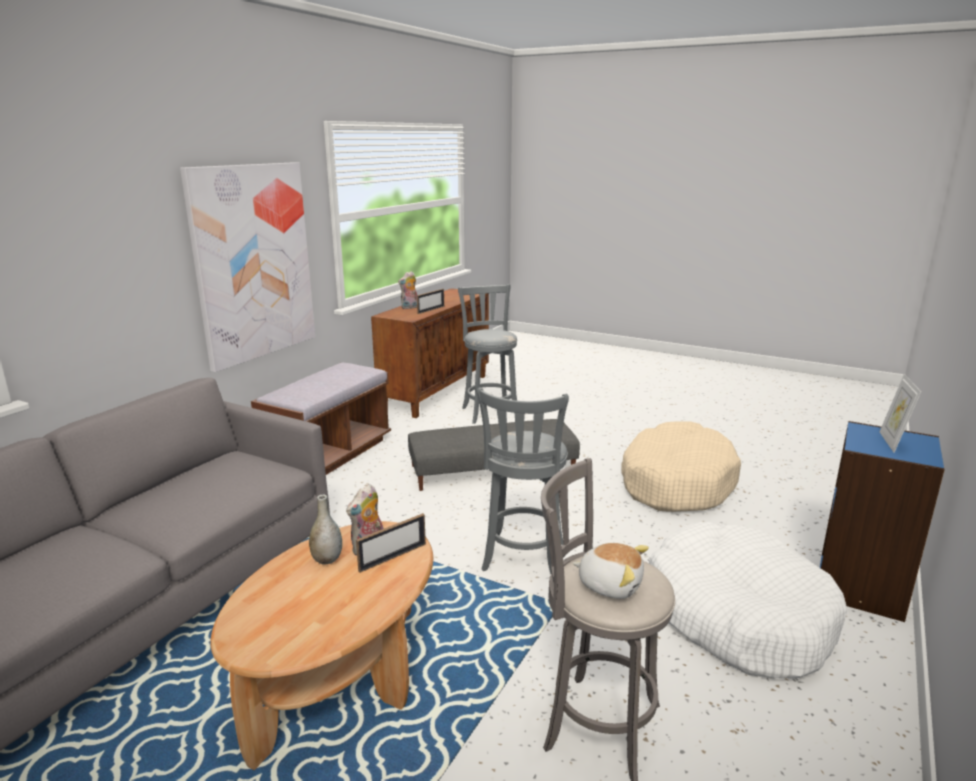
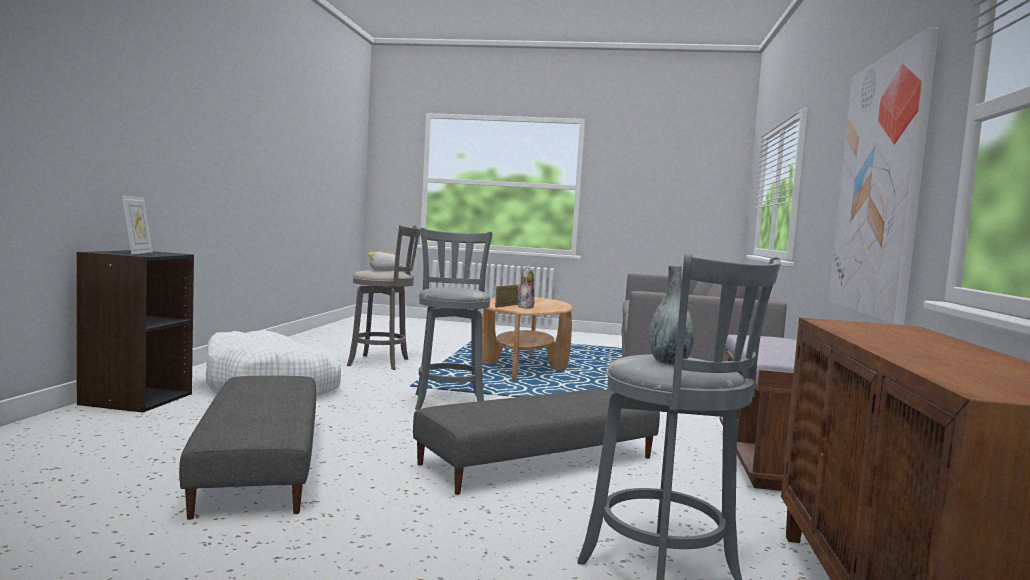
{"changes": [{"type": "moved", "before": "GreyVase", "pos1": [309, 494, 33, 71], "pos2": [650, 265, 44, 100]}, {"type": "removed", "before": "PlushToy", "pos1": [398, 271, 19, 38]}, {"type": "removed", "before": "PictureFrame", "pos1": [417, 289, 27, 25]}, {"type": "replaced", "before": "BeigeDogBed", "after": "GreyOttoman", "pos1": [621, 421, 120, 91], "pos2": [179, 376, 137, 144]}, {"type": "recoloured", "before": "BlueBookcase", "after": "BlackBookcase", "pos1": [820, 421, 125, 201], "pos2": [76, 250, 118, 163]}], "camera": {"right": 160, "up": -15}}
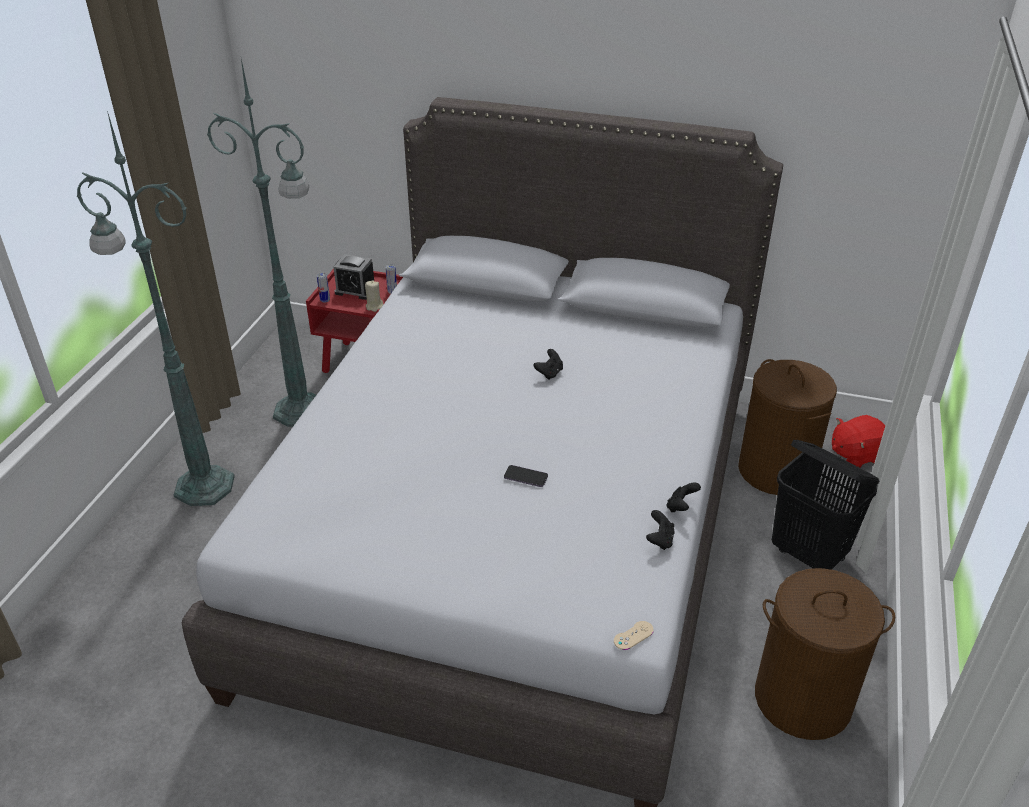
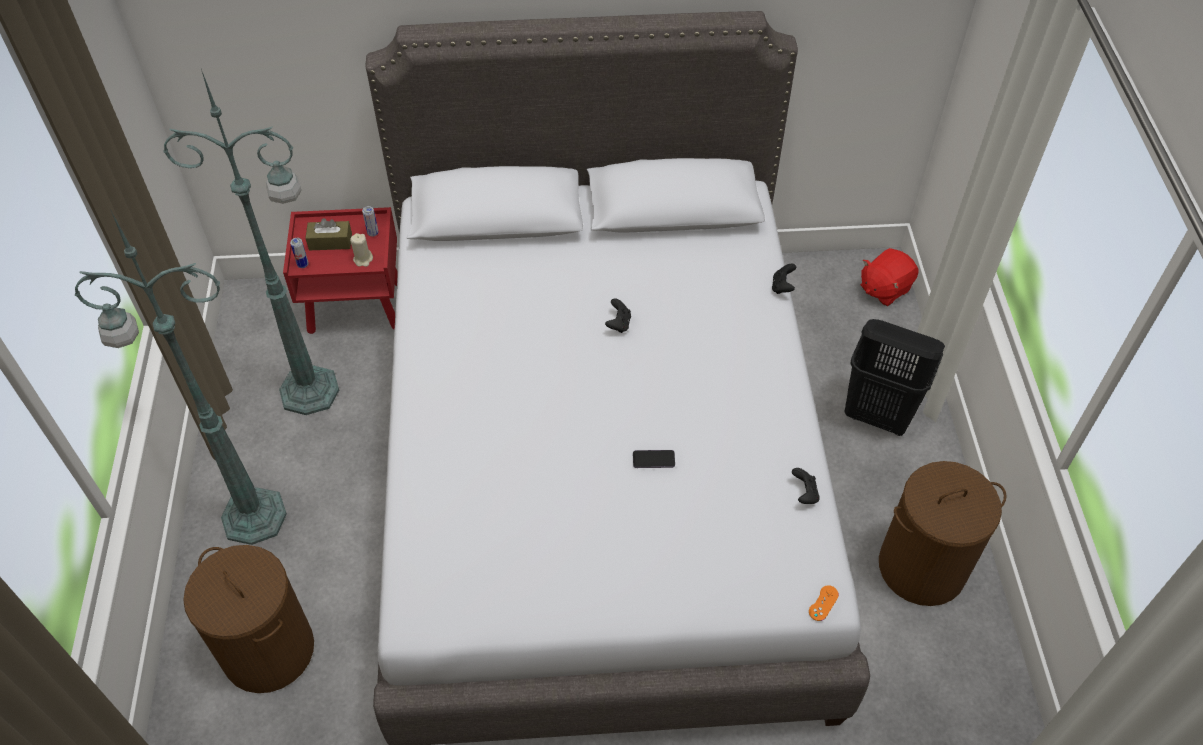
{"changes": [{"type": "replaced", "before": "AlarmClock", "after": "BrownTissueBox", "pos1": [333, 254, 41, 46], "pos2": [306, 218, 46, 32]}, {"type": "recoloured", "before": "BeigeGameController", "after": "OrangeGameController", "pos1": [614, 621, 40, 29], "pos2": [809, 585, 30, 36]}, {"type": "moved", "before": "BlackGameController", "pos1": [666, 483, 35, 29], "pos2": [772, 264, 25, 30]}, {"type": "moved", "before": "BrownLaundryBasket", "pos1": [738, 359, 99, 136], "pos2": [183, 545, 131, 148]}], "camera": {"right": -20, "up": 15}}
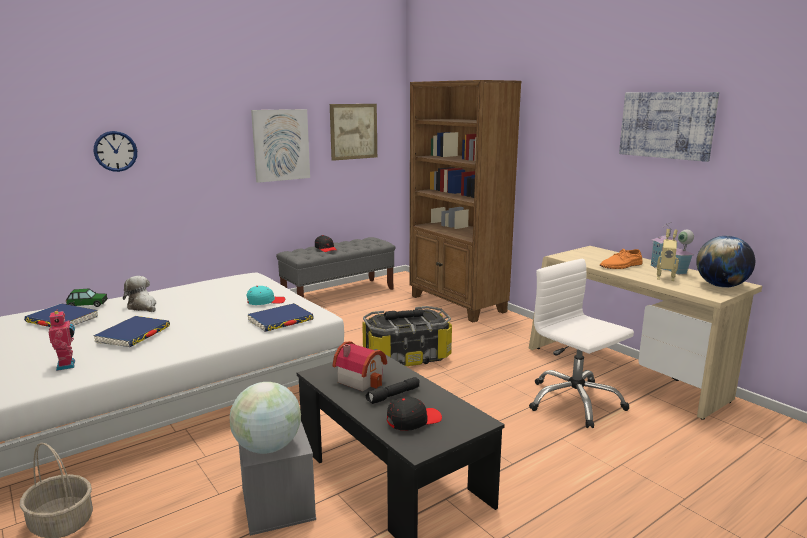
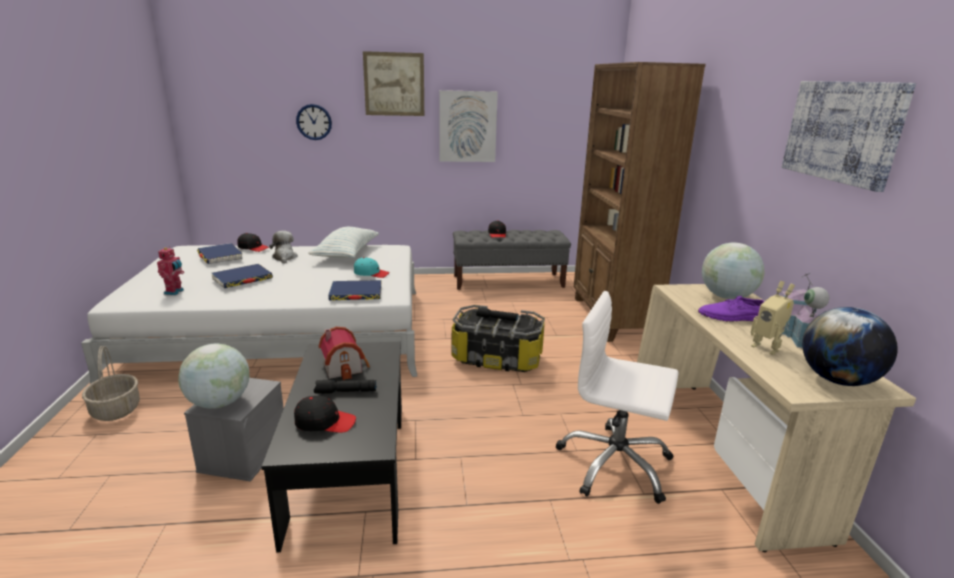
{"changes": [{"type": "replaced", "before": "ToyCar", "after": "BlackCap", "pos1": [66, 289, 42, 18], "pos2": [237, 233, 33, 19]}, {"type": "moved", "before": "Picture", "pos1": [330, 104, 47, 57], "pos2": [363, 51, 61, 65]}, {"type": "turned", "before": "WhiteOfficeChair", "pos1": [529, 259, 105, 169], "pos2": [555, 291, 123, 213], "turn": -60}, {"type": "recoloured", "before": "OrangeShoe", "after": "PurpleShoe", "pos1": [600, 249, 43, 20], "pos2": [698, 296, 67, 26]}, {"type": "added", "after": "Pillow", "pos2": [308, 227, 71, 31]}, {"type": "added", "after": "Globe", "pos2": [702, 242, 62, 57]}], "camera": {"right": 30, "up": 5}}
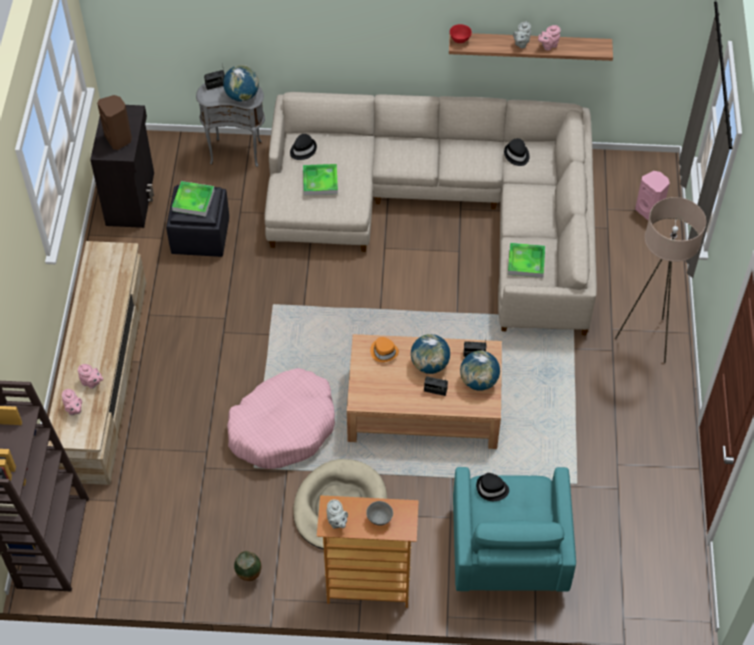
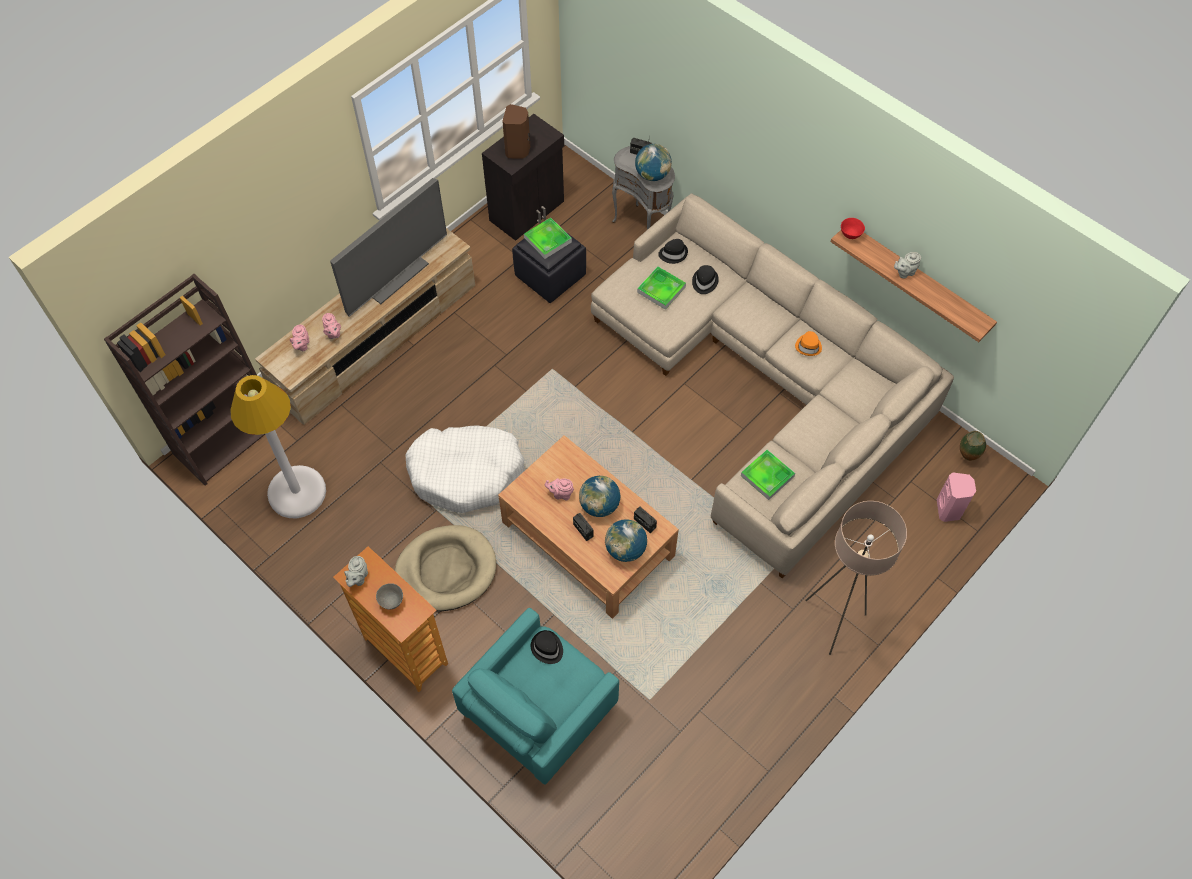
{"changes": [{"type": "recoloured", "before": "PinkDogBed", "after": "WhiteDogBed", "pos1": [227, 368, 108, 101], "pos2": [406, 426, 119, 87]}, {"type": "moved", "before": "Vase", "pos1": [234, 551, 28, 30], "pos2": [960, 431, 26, 30]}, {"type": "moved", "before": "OrangeHat", "pos1": [370, 337, 29, 25], "pos2": [795, 331, 27, 25]}, {"type": "moved", "before": "BlackHat", "pos1": [504, 138, 26, 28], "pos2": [692, 265, 27, 29]}, {"type": "moved", "before": "PinkTeapot", "pos1": [538, 25, 23, 26], "pos2": [545, 478, 29, 23]}, {"type": "added", "after": "WhiteFloorLamp", "pos2": [230, 375, 96, 143]}, {"type": "added", "after": "Television", "pos2": [330, 178, 117, 139]}], "camera": {"right": 40, "up": 5}}
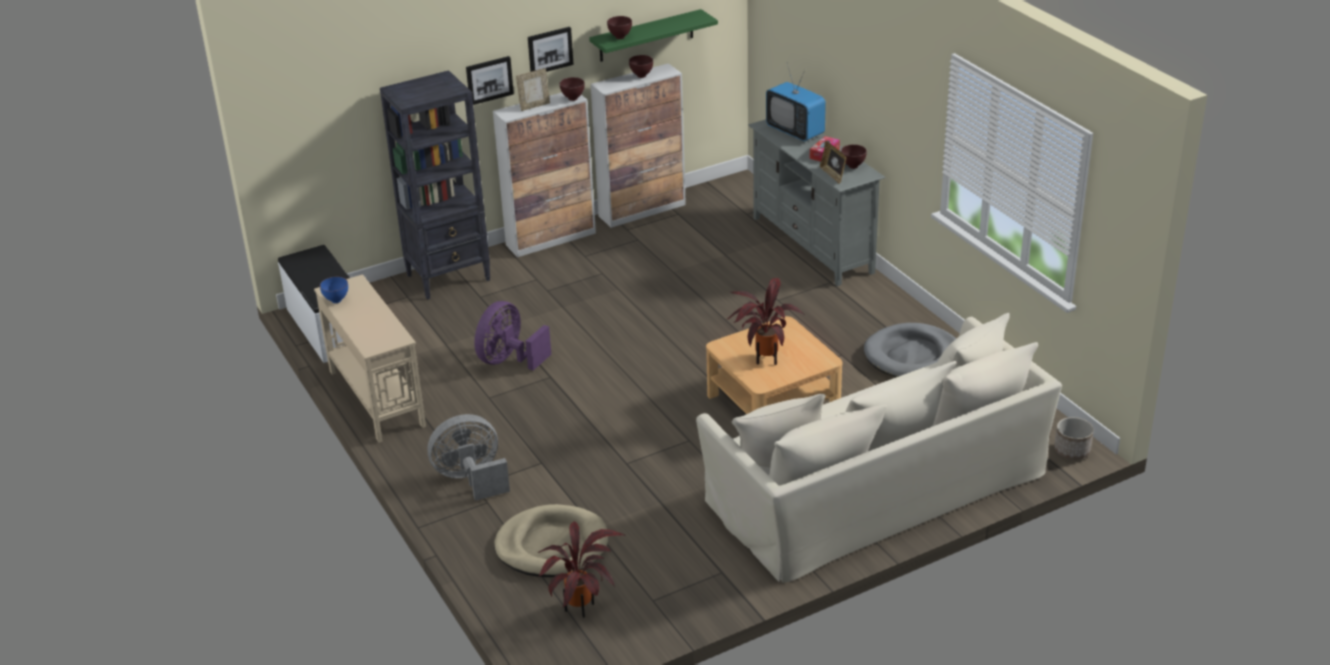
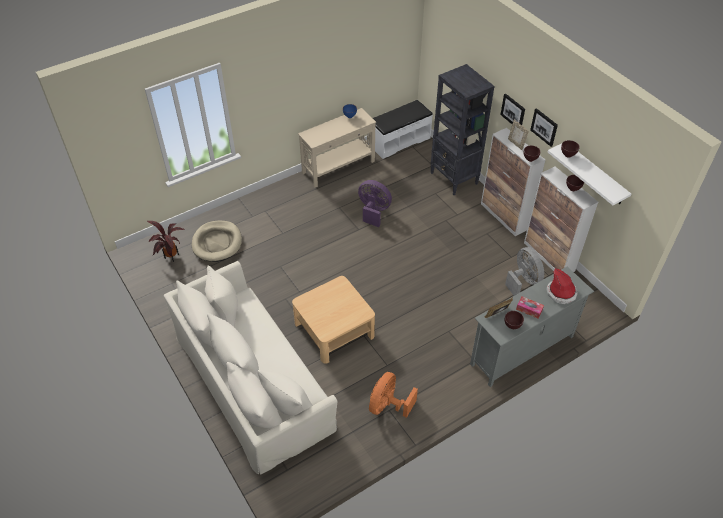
{"changes": [{"type": "moved", "before": "GreyFan", "pos1": [428, 414, 82, 87], "pos2": [505, 247, 39, 49]}, {"type": "recoloured", "before": "GreenShelf", "after": "WhiteShelf", "pos1": [589, 9, 129, 53], "pos2": [548, 144, 83, 61]}, {"type": "removed", "before": "PottedPlant", "pos1": [728, 278, 77, 87]}, {"type": "replaced", "before": "Television", "after": "Hat", "pos1": [766, 64, 60, 77], "pos2": [546, 268, 32, 36]}, {"type": "replaced", "before": "GreyDogBed", "after": "OrangeFan", "pos1": [864, 323, 92, 54], "pos2": [369, 372, 49, 46]}, {"type": "removed", "before": "Planter", "pos1": [1054, 417, 40, 43]}], "camera": {"right": 85, "up": 15}}
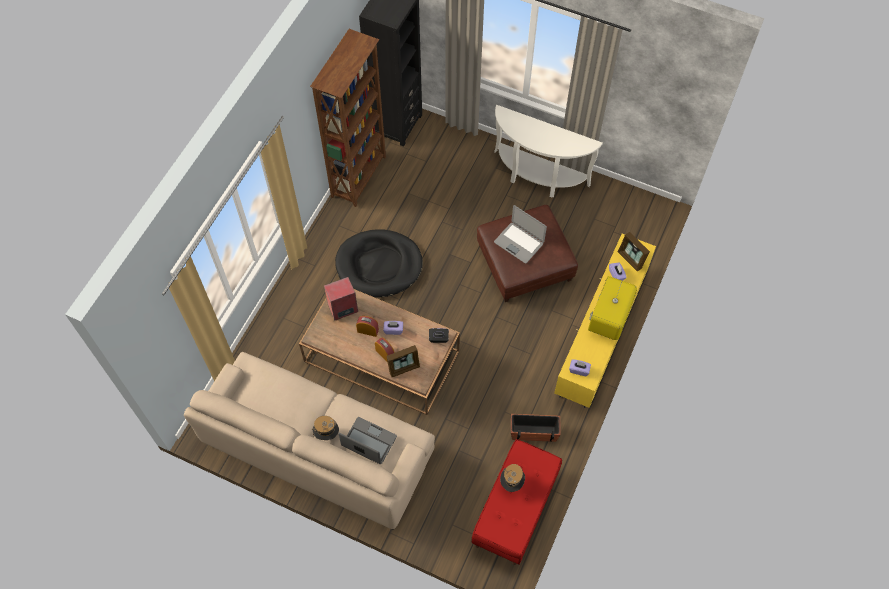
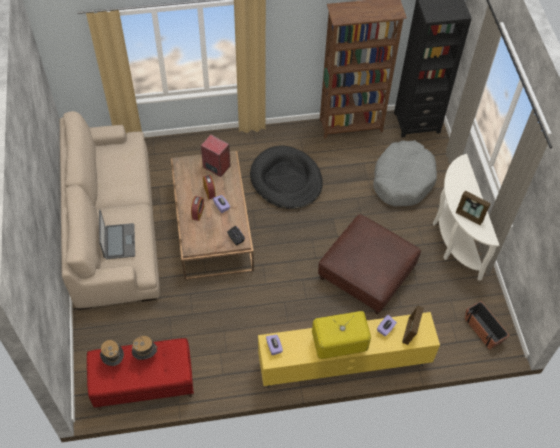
{"changes": [{"type": "moved", "before": "Hat", "pos1": [312, 416, 27, 24], "pos2": [100, 340, 24, 26]}, {"type": "moved", "before": "PictureFrame", "pos1": [386, 345, 34, 32], "pos2": [456, 191, 35, 34]}, {"type": "removed", "before": "Laptop", "pos1": [494, 205, 53, 58]}, {"type": "moved", "before": "Planter", "pos1": [511, 414, 49, 28], "pos2": [465, 301, 45, 49]}, {"type": "added", "after": "GreyDogBed", "pos2": [374, 140, 63, 66]}], "camera": {"right": 55, "up": -5}}
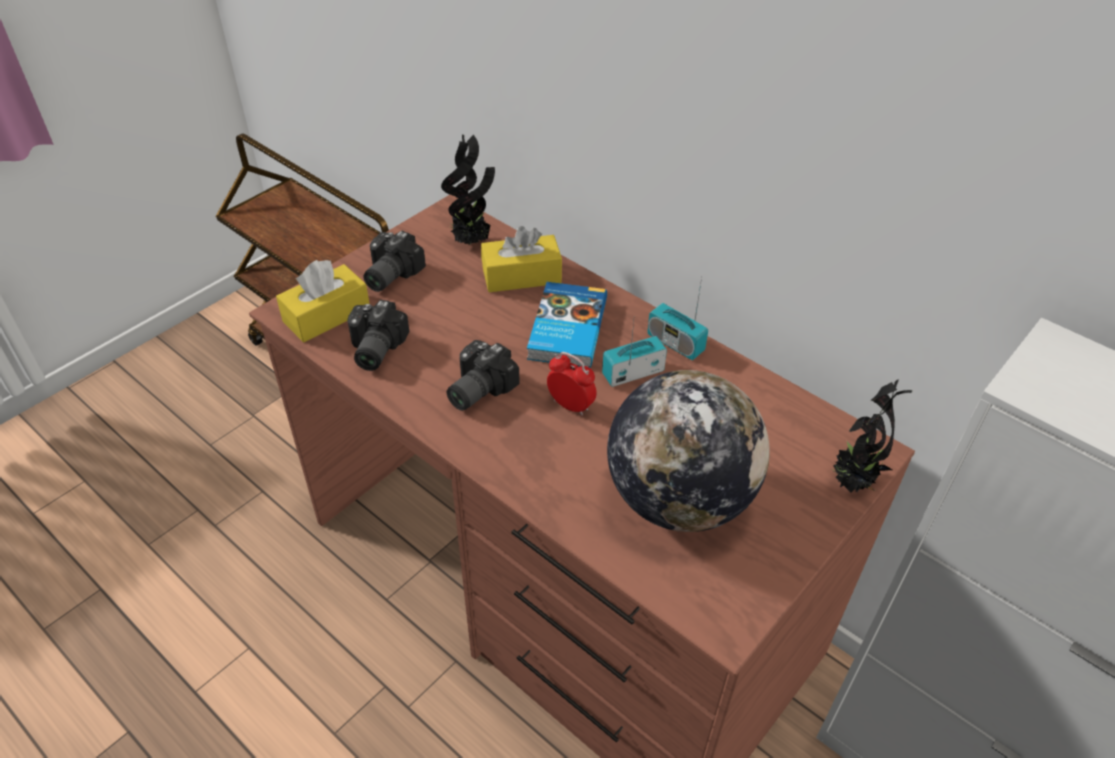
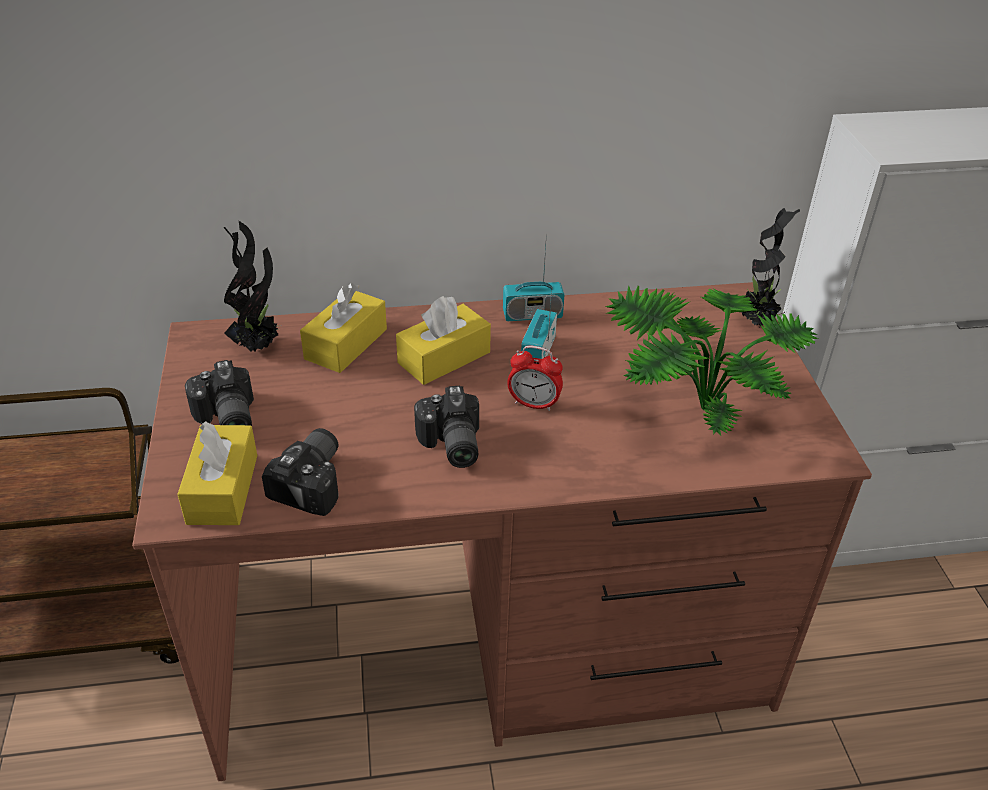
{"changes": [{"type": "turned", "before": "PhotoCamera", "pos1": [347, 300, 63, 71], "pos2": [262, 428, 77, 88], "turn": -120}, {"type": "replaced", "before": "Book", "after": "YellowTissueBox", "pos1": [527, 282, 80, 86], "pos2": [396, 296, 95, 89]}, {"type": "turned", "before": "AlarmClock", "pos1": [547, 352, 50, 64], "pos2": [507, 346, 56, 65], "turn": -150}, {"type": "replaced", "before": "Globe", "after": "PottedPlant", "pos1": [607, 370, 163, 162], "pos2": [606, 285, 212, 150]}], "camera": {"right": -50, "up": -5}}
